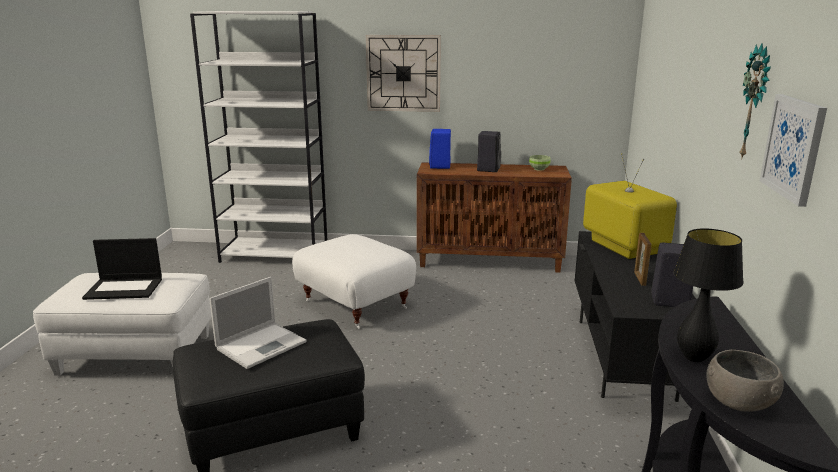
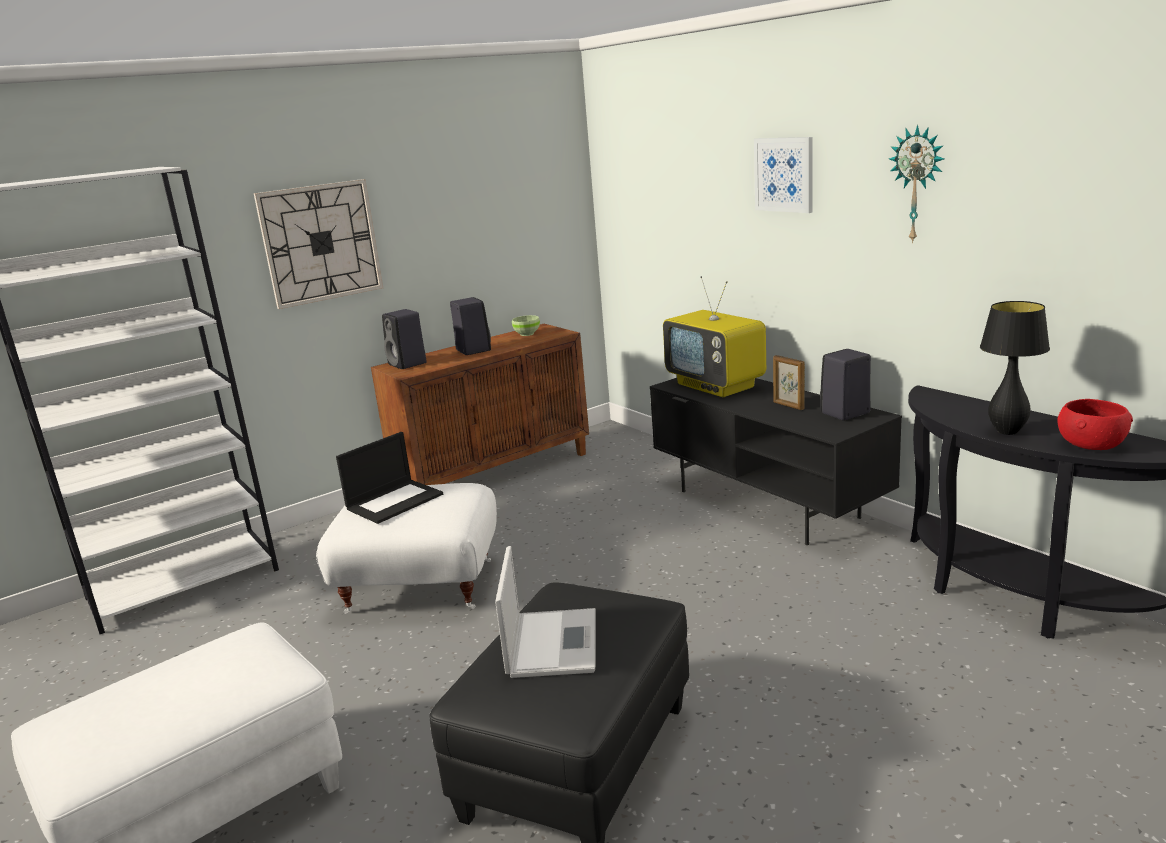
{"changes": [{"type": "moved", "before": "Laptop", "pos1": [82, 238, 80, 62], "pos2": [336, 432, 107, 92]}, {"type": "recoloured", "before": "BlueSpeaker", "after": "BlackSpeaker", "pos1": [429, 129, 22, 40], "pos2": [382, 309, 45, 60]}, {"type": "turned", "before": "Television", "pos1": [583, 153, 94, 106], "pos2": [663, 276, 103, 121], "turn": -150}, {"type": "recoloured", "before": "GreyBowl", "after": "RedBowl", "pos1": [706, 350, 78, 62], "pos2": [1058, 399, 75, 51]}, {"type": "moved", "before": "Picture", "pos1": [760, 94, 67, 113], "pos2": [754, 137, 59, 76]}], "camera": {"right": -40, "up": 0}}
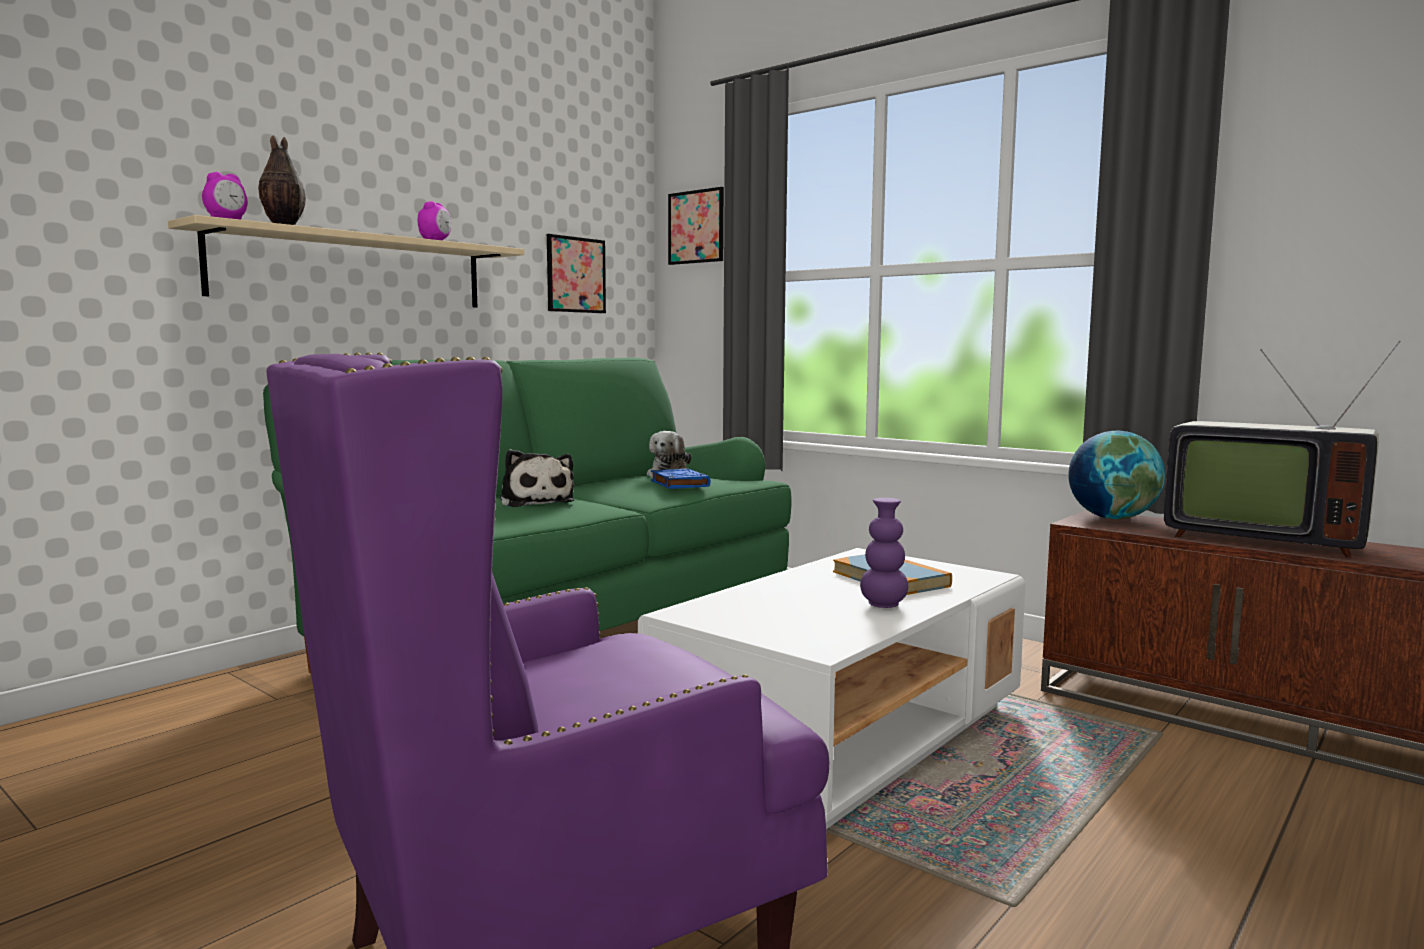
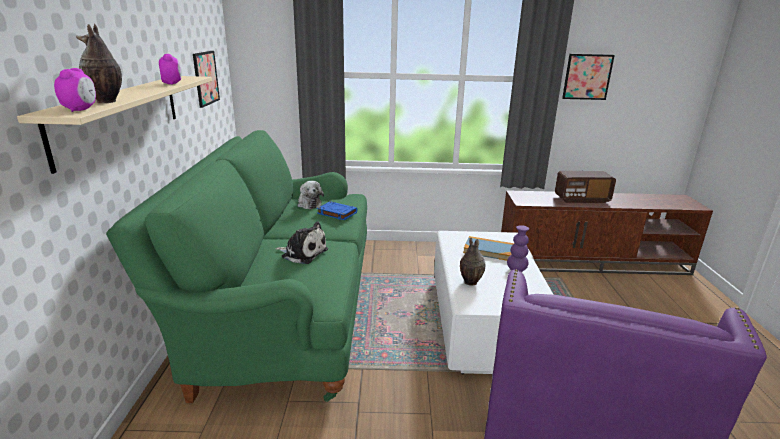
{"changes": [{"type": "moved", "before": "Picture", "pos1": [668, 187, 56, 78], "pos2": [562, 54, 53, 46]}, {"type": "removed", "before": "Globe", "pos1": [1068, 431, 97, 88]}, {"type": "replaced", "before": "Television", "after": "Radio", "pos1": [1164, 341, 237, 216], "pos2": [555, 171, 61, 32]}, {"type": "added", "after": "Vase", "pos2": [460, 238, 26, 48]}], "camera": {"right": -40, "up": 15}}
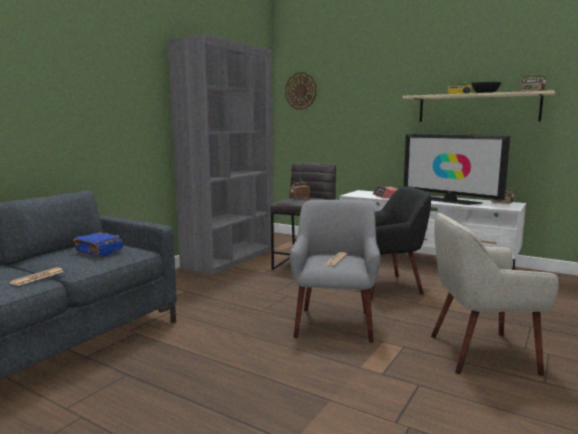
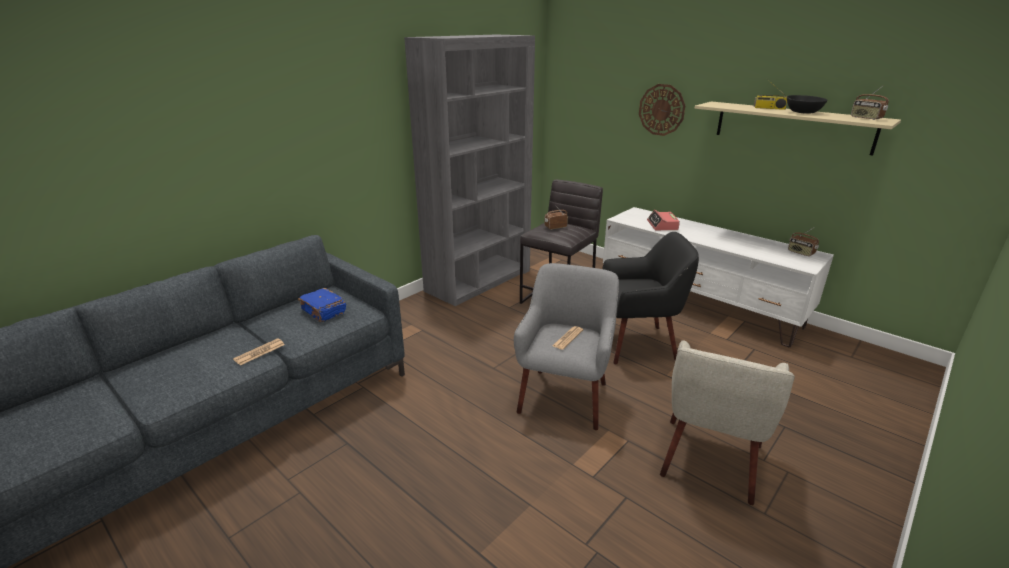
{"changes": [{"type": "moved", "before": "WallClock", "pos1": [285, 72, 31, 37], "pos2": [639, 84, 46, 52]}, {"type": "removed", "before": "Television", "pos1": [404, 134, 106, 71]}, {"type": "turned", "before": "BeigeArmchair", "pos1": [431, 213, 128, 163], "pos2": [660, 340, 135, 165], "turn": -75}], "camera": {"right": 10, "up": 15}}
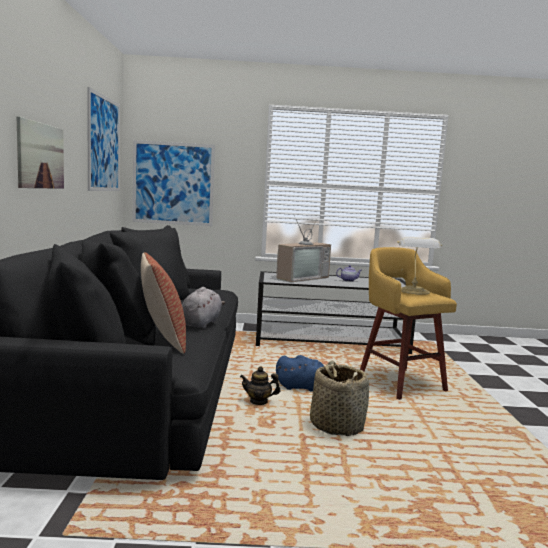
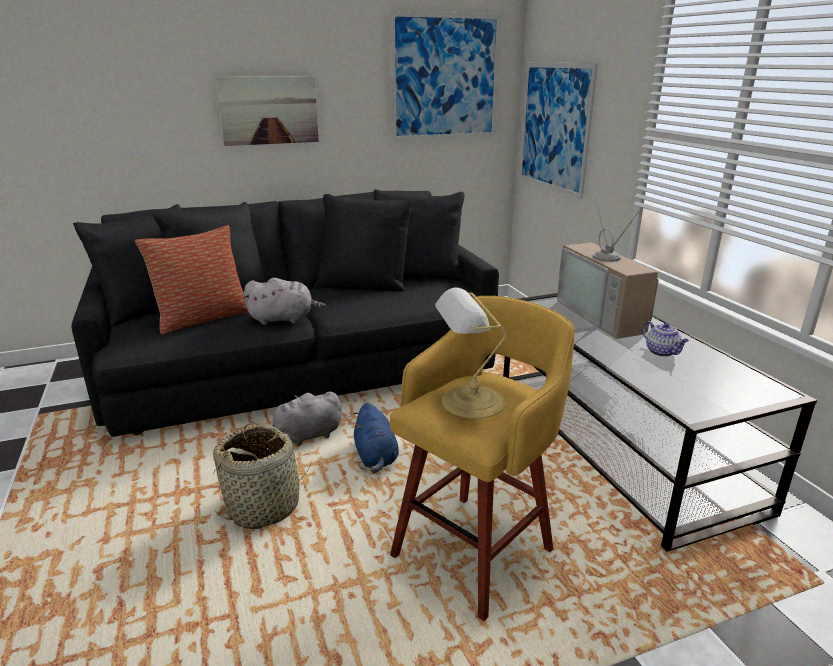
{"changes": [{"type": "replaced", "before": "Teapot", "after": "GreyPlushToy", "pos1": [240, 367, 40, 38], "pos2": [260, 392, 82, 54]}, {"type": "turned", "before": "Television", "pos1": [276, 215, 55, 67], "pos2": [557, 197, 102, 142], "turn": 45}], "camera": {"right": 70, "up": 15}}
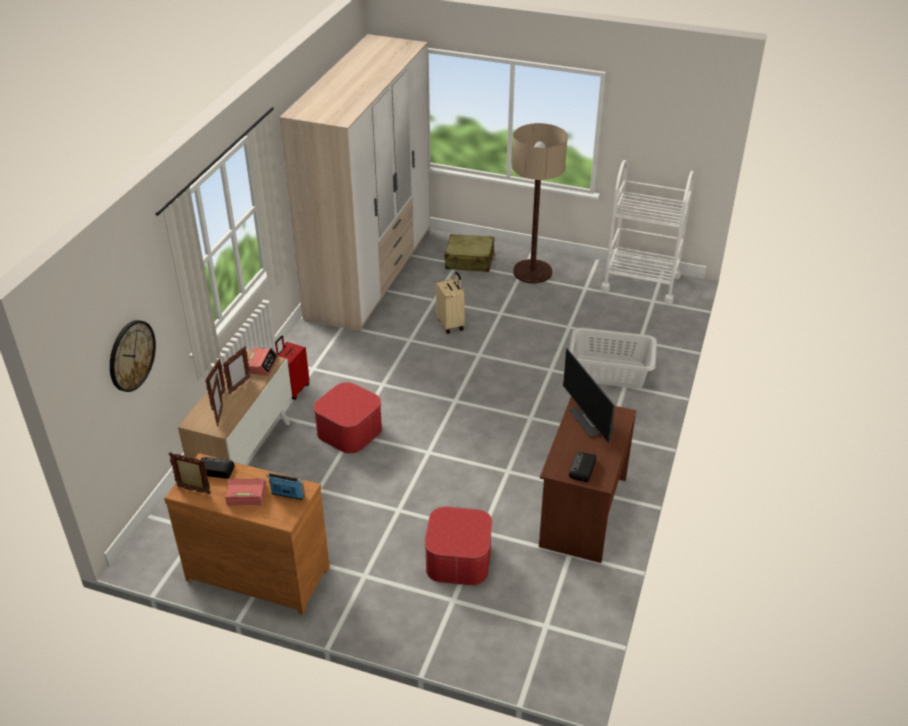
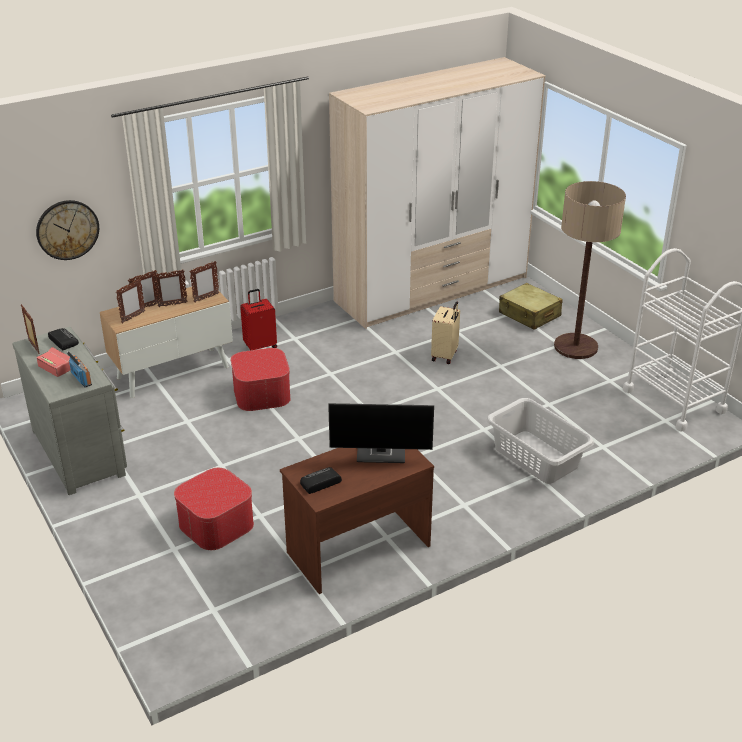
{"changes": [{"type": "recoloured", "before": "BrownDresser", "after": "GreyDresser", "pos1": [164, 453, 166, 162], "pos2": [12, 327, 115, 168]}, {"type": "replaced", "before": "AlarmClock", "after": "PictureFrame", "pos1": [246, 347, 32, 29], "pos2": [190, 261, 29, 41]}, {"type": "turned", "before": "Monitor", "pos1": [563, 348, 52, 95], "pos2": [328, 403, 106, 60], "turn": -105}], "camera": {"right": 40, "up": -5}}
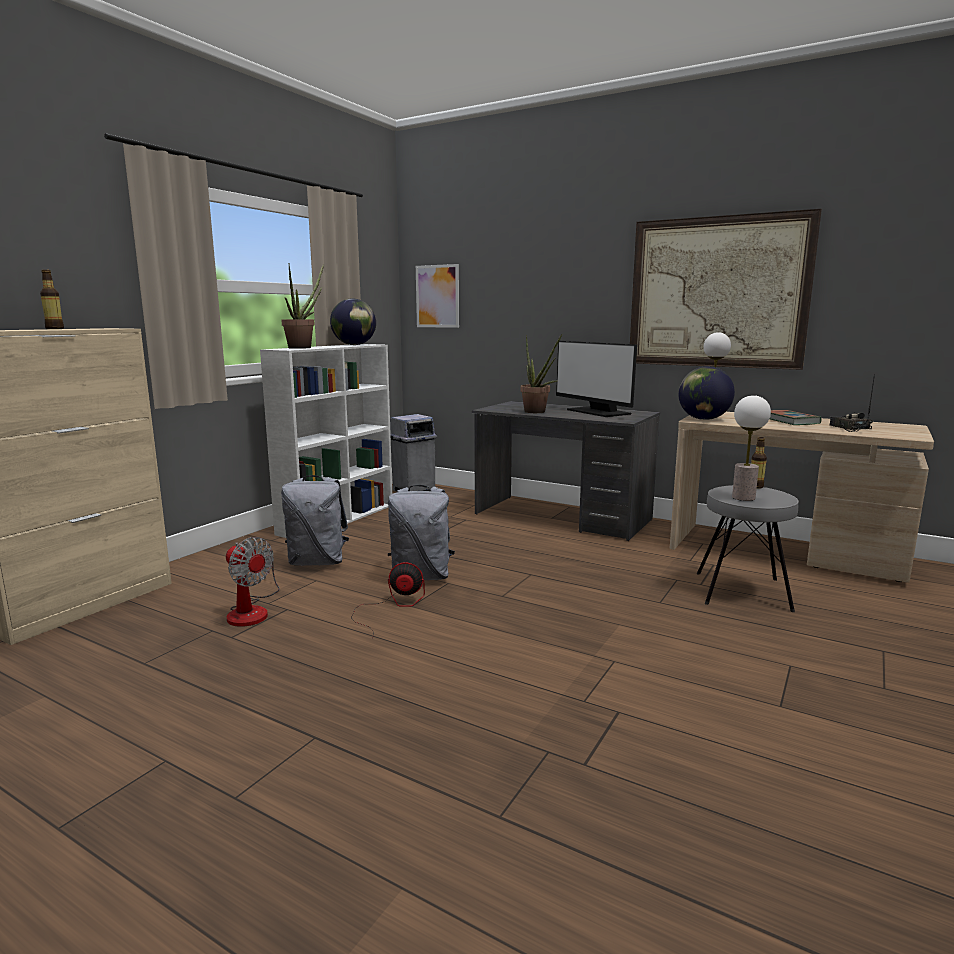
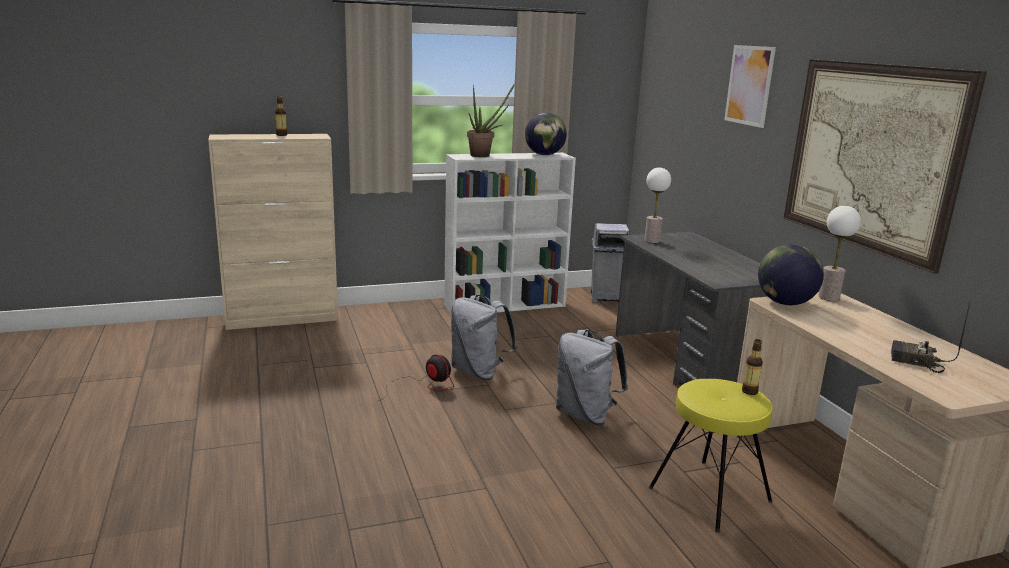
{"changes": [{"type": "removed", "before": "Fan", "pos1": [226, 537, 54, 90]}, {"type": "moved", "before": "GreyBackpack", "pos1": [281, 475, 68, 91], "pos2": [556, 329, 72, 96]}, {"type": "moved", "before": "Picture", "pos1": [416, 264, 43, 64], "pos2": [724, 45, 52, 83]}, {"type": "removed", "before": "PottedPlant", "pos1": [520, 335, 42, 78]}, {"type": "removed", "before": "Monitor", "pos1": [556, 341, 81, 76]}, {"type": "recoloured", "before": "GreyStool", "after": "YellowStool", "pos1": [697, 485, 102, 127], "pos2": [649, 379, 123, 154]}, {"type": "moved", "before": "TableLamp", "pos1": [732, 395, 39, 106], "pos2": [644, 168, 27, 75]}, {"type": "removed", "before": "Book", "pos1": [770, 410, 51, 15]}, {"type": "turned", "before": "Radio", "pos1": [830, 374, 45, 58], "pos2": [891, 302, 79, 71], "turn": -90}], "camera": {"right": 40, "up": 5}}
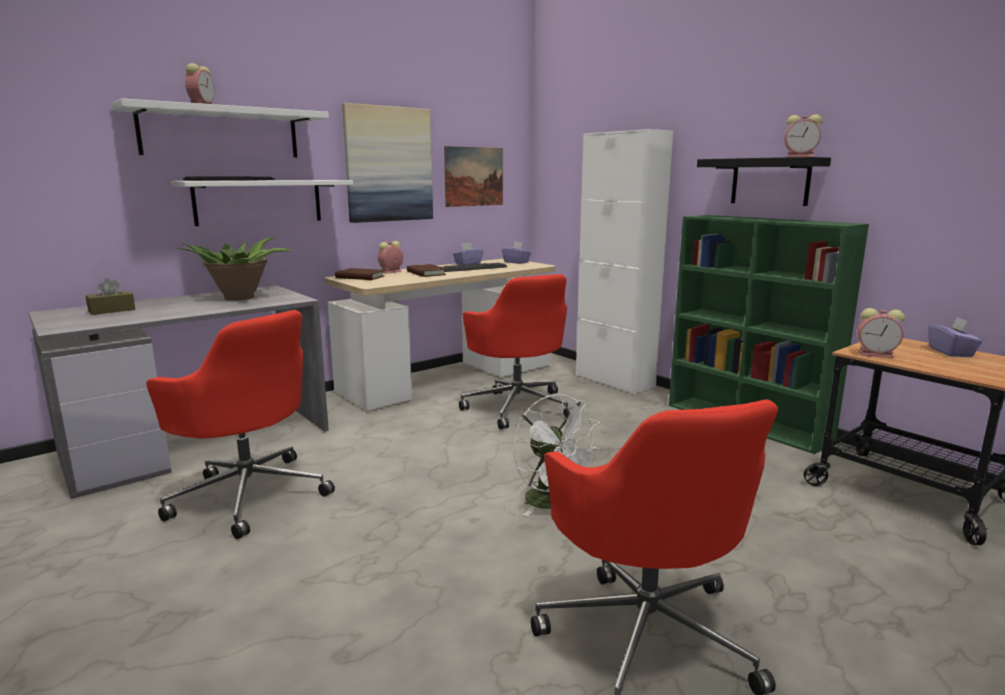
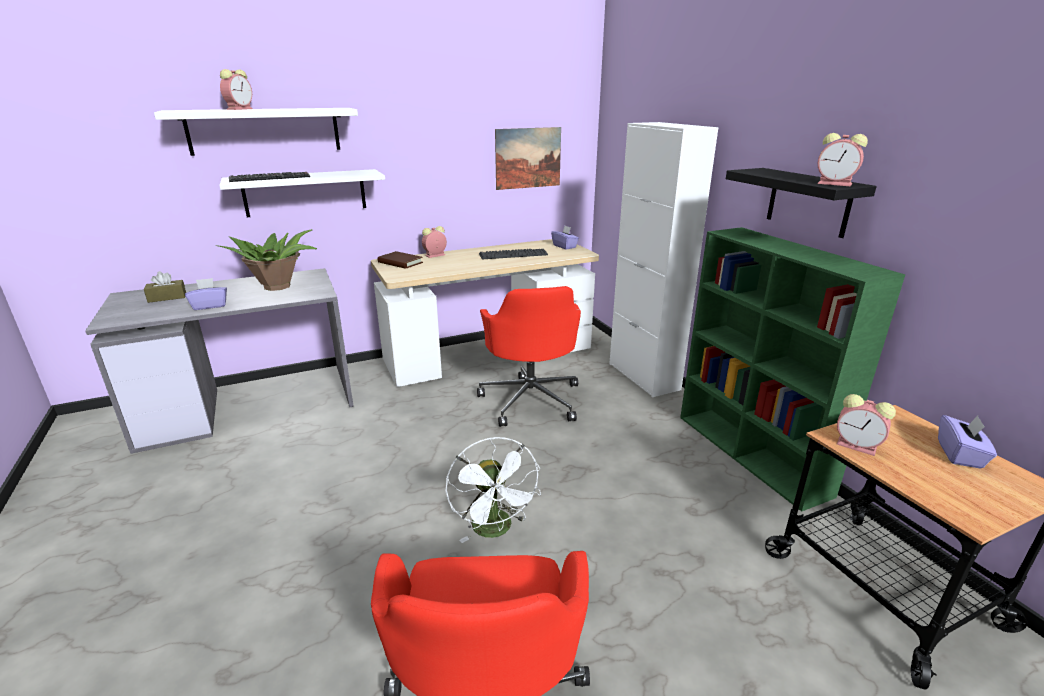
{"changes": [{"type": "removed", "before": "RedOfficeChair", "pos1": [146, 310, 189, 229]}, {"type": "removed", "before": "Picture", "pos1": [342, 103, 91, 120]}, {"type": "removed", "before": "BrownBook", "pos1": [407, 264, 39, 13]}, {"type": "moved", "before": "PurpleTissueBox", "pos1": [453, 243, 30, 22], "pos2": [185, 278, 42, 32]}], "camera": {"right": 15, "up": 10}}
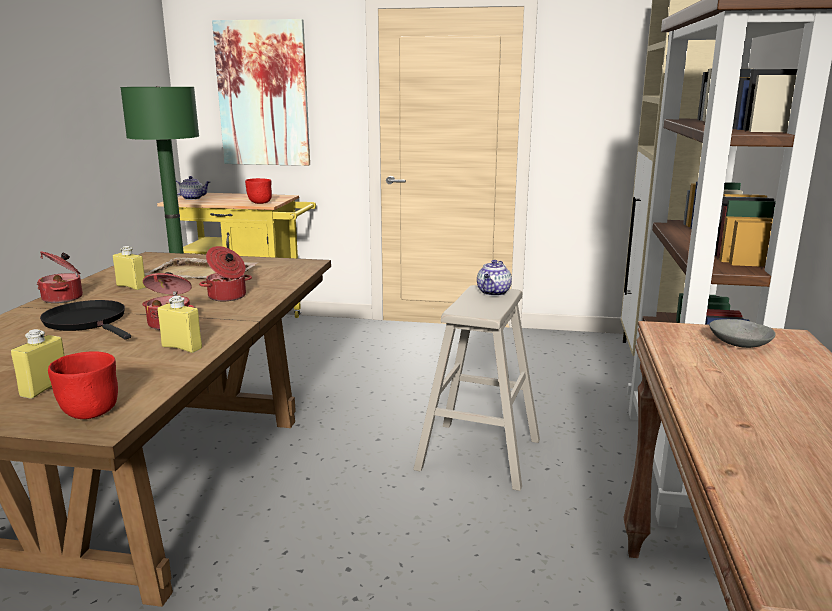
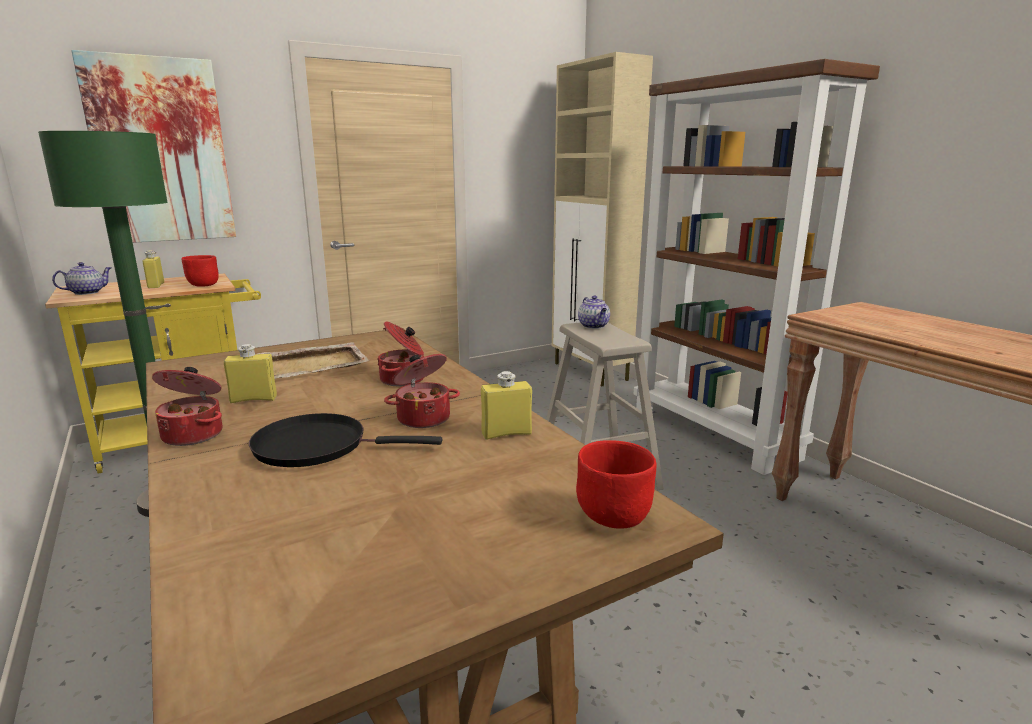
{"changes": [{"type": "moved", "before": "YellowBottle", "pos1": [11, 329, 54, 70], "pos2": [143, 250, 21, 38]}, {"type": "removed", "before": "GreyBowl", "pos1": [709, 319, 67, 29]}], "camera": {"right": -40, "up": 0}}
